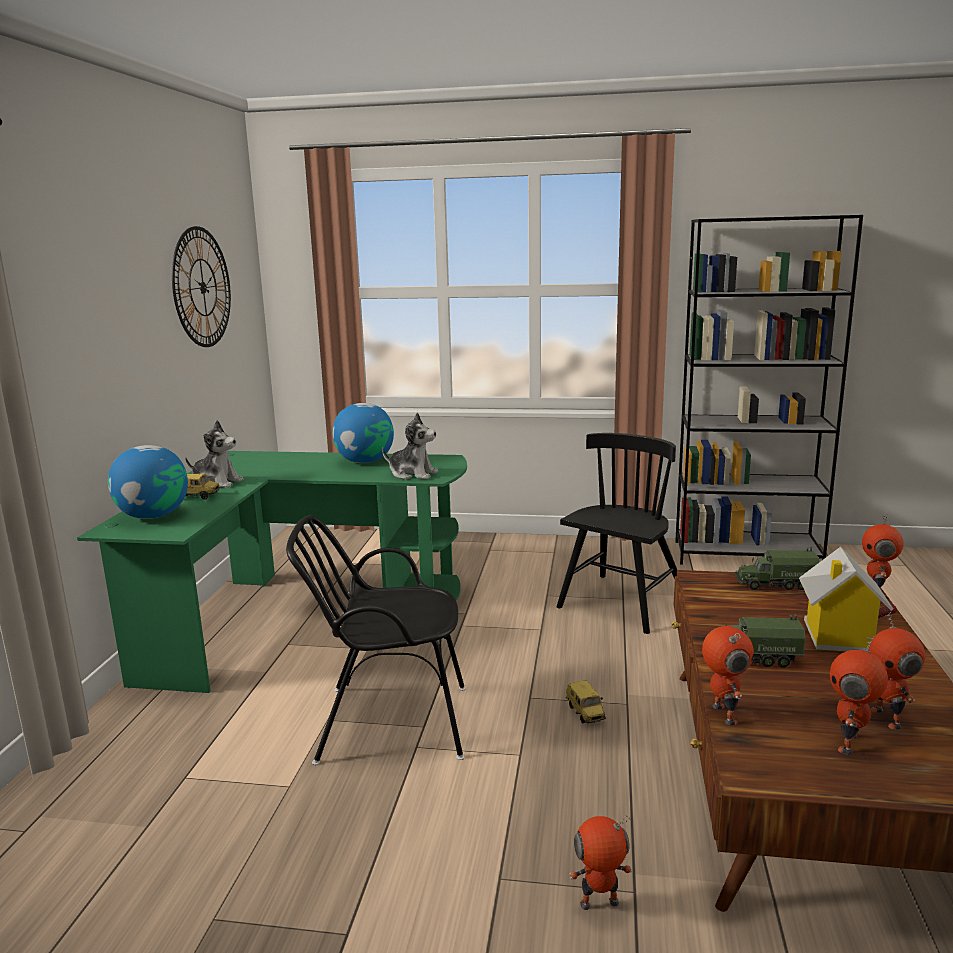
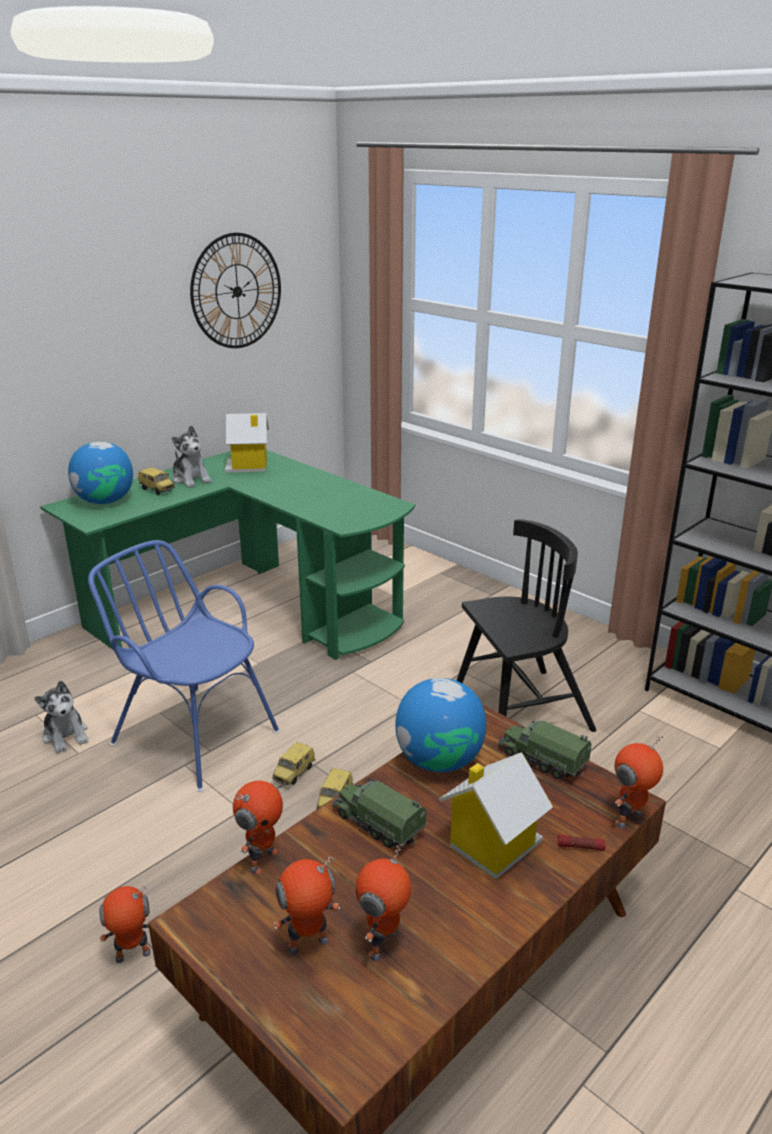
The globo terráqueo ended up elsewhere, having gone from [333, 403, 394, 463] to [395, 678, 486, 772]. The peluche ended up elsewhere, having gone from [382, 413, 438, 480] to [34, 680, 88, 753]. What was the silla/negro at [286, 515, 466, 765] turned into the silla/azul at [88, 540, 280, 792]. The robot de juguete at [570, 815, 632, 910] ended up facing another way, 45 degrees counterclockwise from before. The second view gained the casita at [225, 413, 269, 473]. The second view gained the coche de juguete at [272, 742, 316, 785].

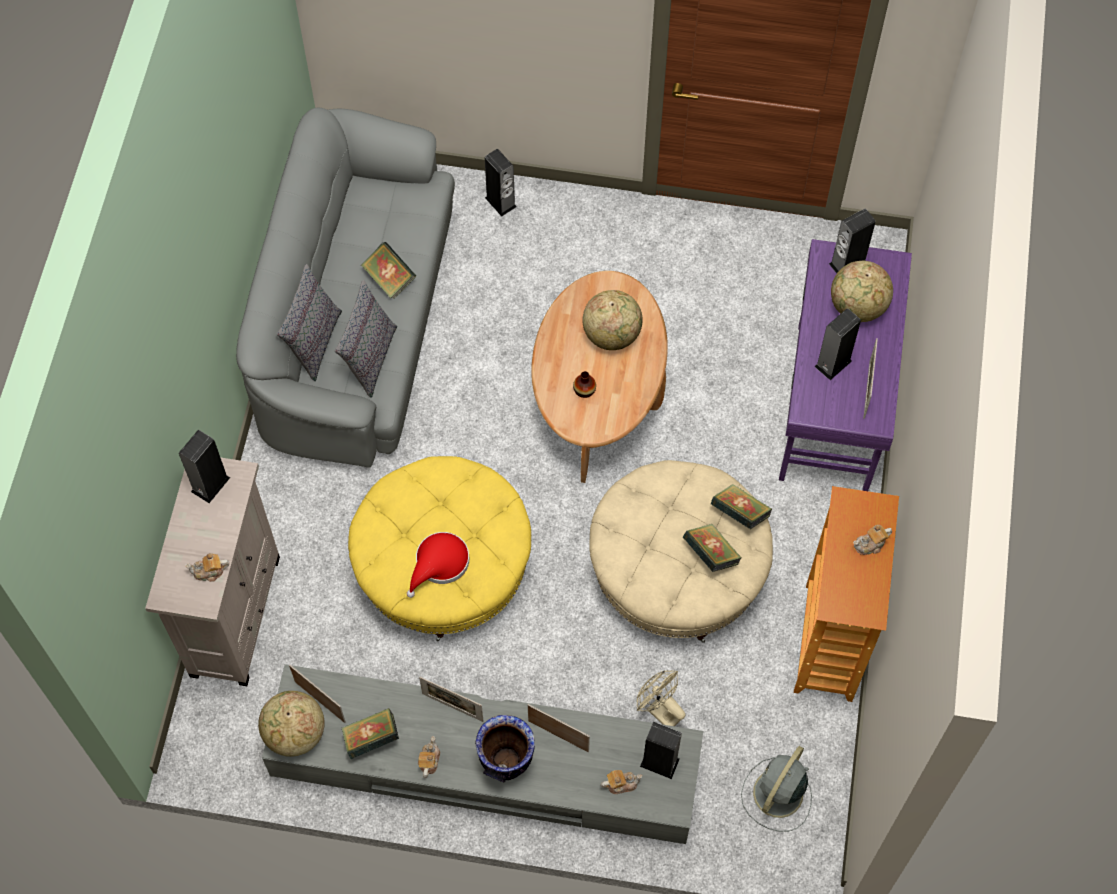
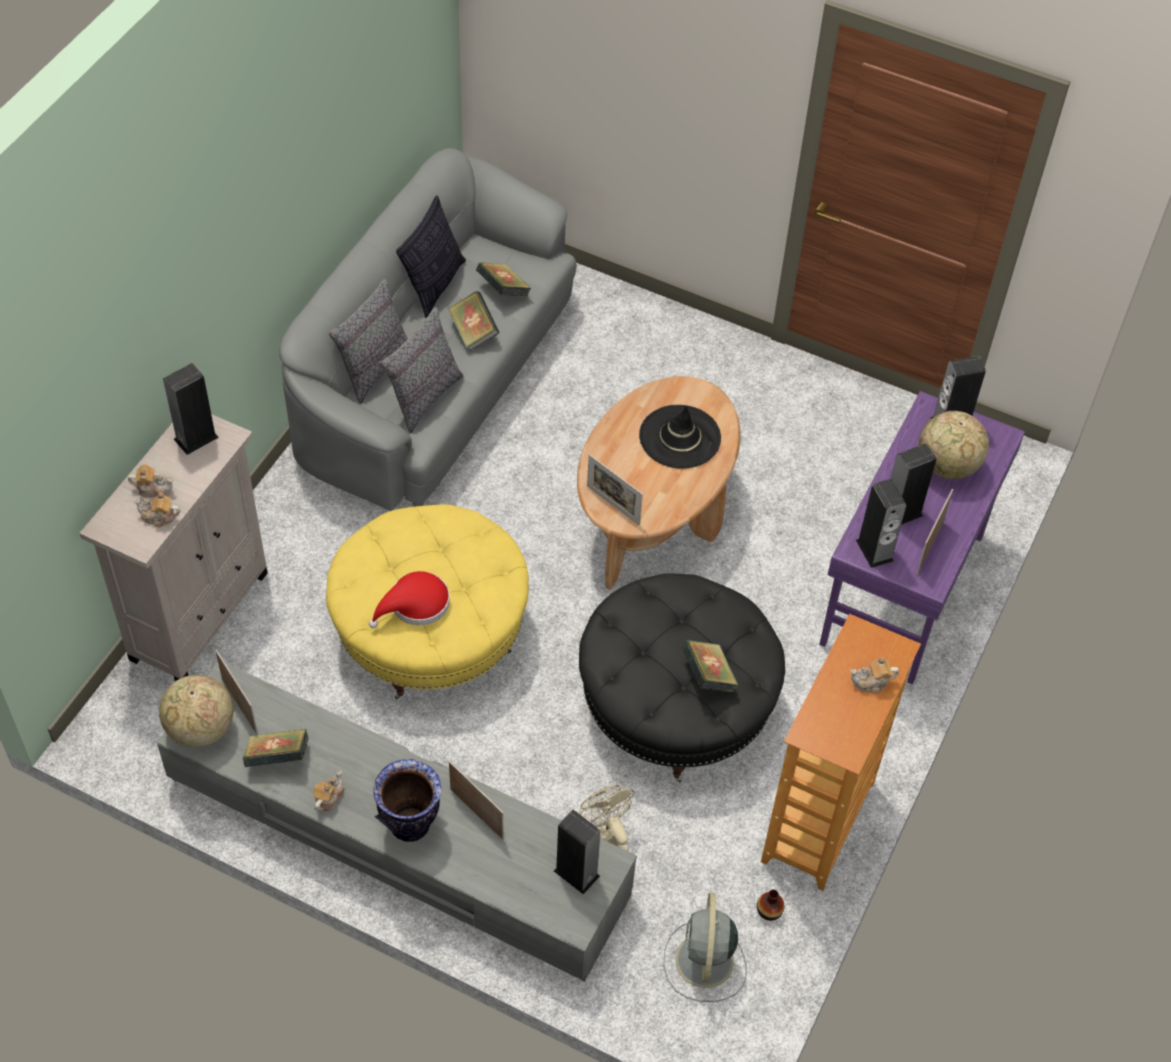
The altavoz ended up elsewhere, having gone from [485, 149, 517, 216] to [856, 479, 906, 568]. Where the globo terráqueo stood at [582, 290, 643, 350], the sombrero/negro came to stand at [639, 405, 721, 469]. The florero ended up elsewhere, having gone from [573, 371, 596, 398] to [757, 889, 785, 921]. What was the puf/beis at [589, 460, 773, 643] turned into the puf/negro at [579, 573, 785, 782]. The libro ended up elsewhere, having gone from [711, 484, 772, 529] to [476, 262, 531, 296]. The portarretratos ended up elsewhere, having gone from [419, 677, 483, 722] to [587, 454, 643, 526]. The ventilador/gris at [741, 746, 812, 832] ended up facing another way, 45 degrees counterclockwise from before. The tetera ended up elsewhere, having gone from [601, 770, 642, 794] to [128, 464, 173, 497]. The second view gained the cojín at [396, 195, 466, 318].

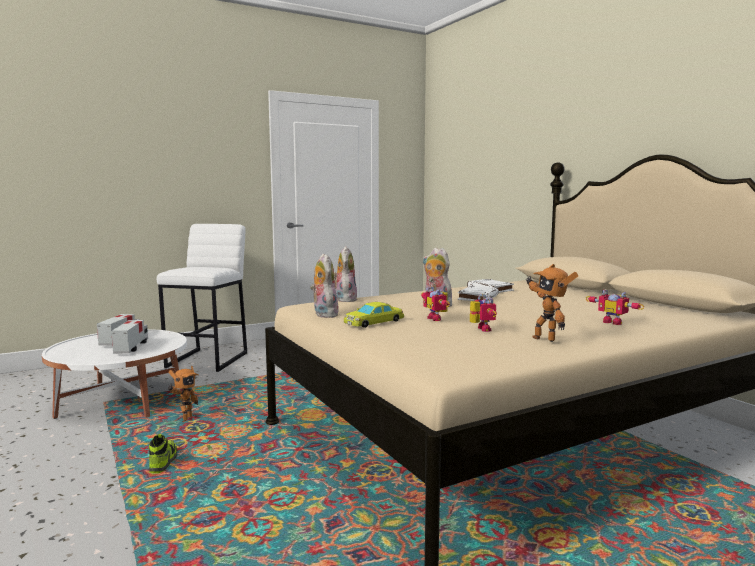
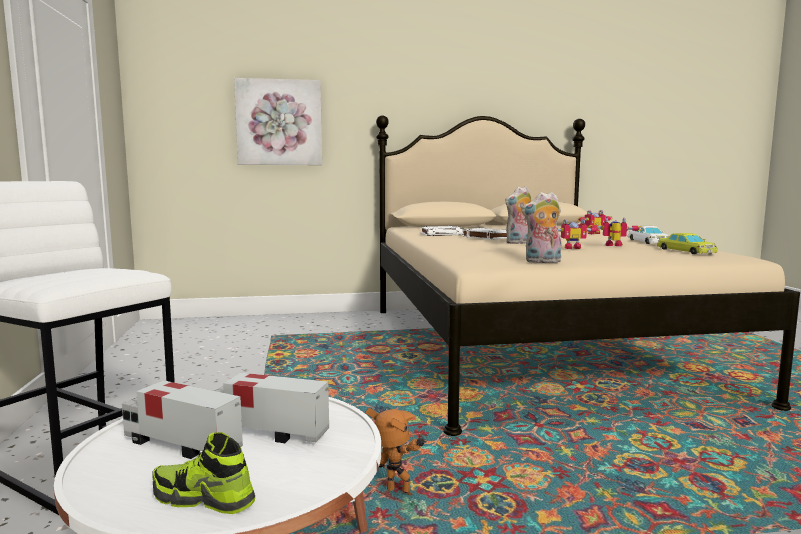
The second view lost the peluche at [334, 246, 357, 302]. Where the robot de juguete stood at [525, 264, 578, 342], the coche de juguete/blanco came to stand at [628, 226, 669, 244]. The coche de juguete/amarillo ended up elsewhere, having gone from [344, 302, 404, 328] to [657, 233, 718, 254]. The zapato ended up elsewhere, having gone from [149, 434, 177, 473] to [152, 432, 255, 514]. The second view gained the cuadro at [234, 78, 322, 165].

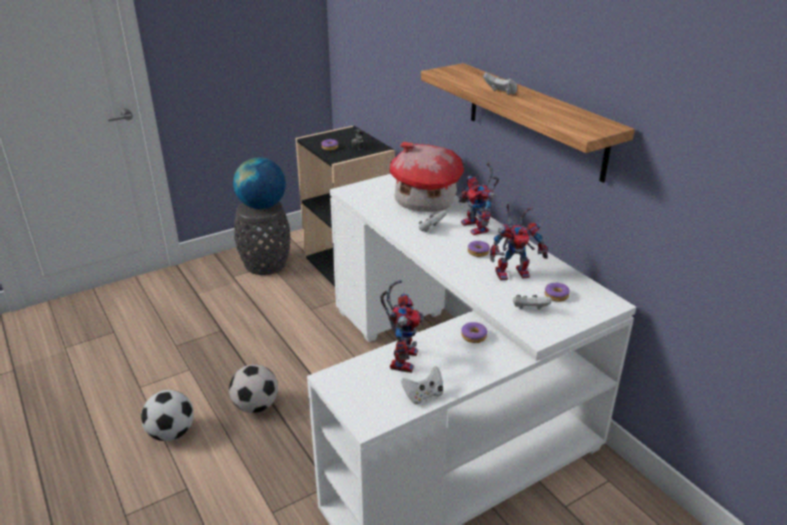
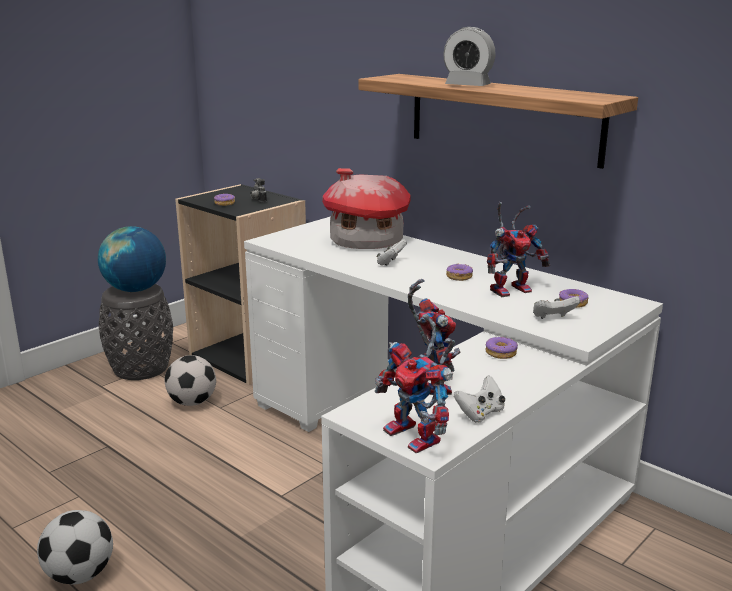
Where the mando de consola/blanco stood at [483, 72, 517, 95], the despertador came to stand at [443, 27, 496, 86]. The robot de juguete ended up elsewhere, having gone from [458, 162, 499, 235] to [375, 314, 455, 453]. The balón de fútbol ended up elsewhere, having gone from [229, 364, 278, 413] to [165, 355, 216, 406].

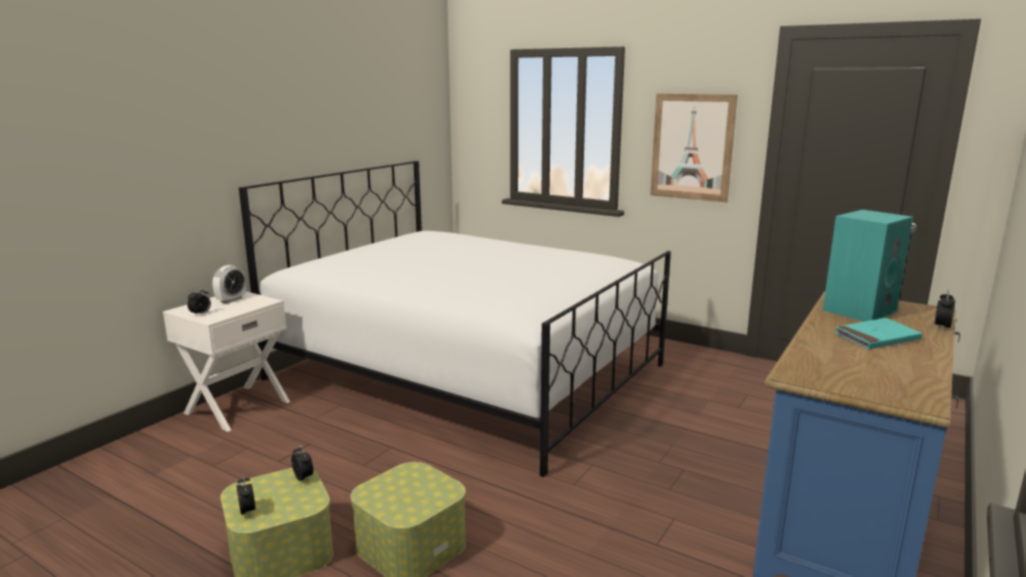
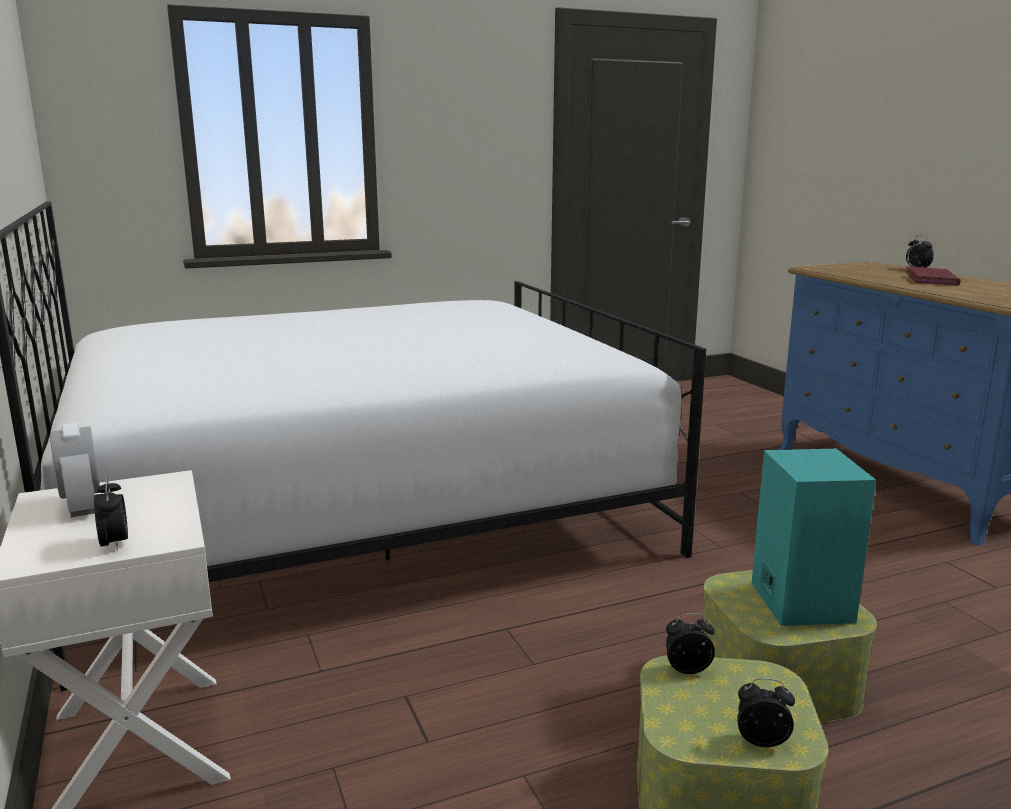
The second view lost the cuadro at [650, 94, 737, 202]. The altavoz/turquesa ended up elsewhere, having gone from [823, 210, 913, 322] to [751, 449, 876, 626]. What was the libro/turquesa at [834, 318, 922, 349] turned into the libro/rojo at [905, 266, 961, 285].

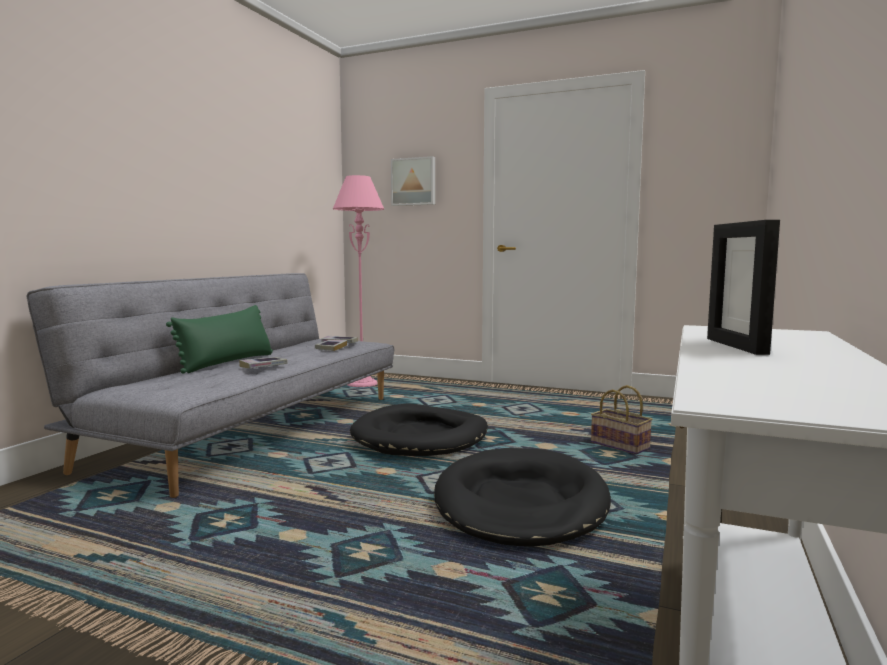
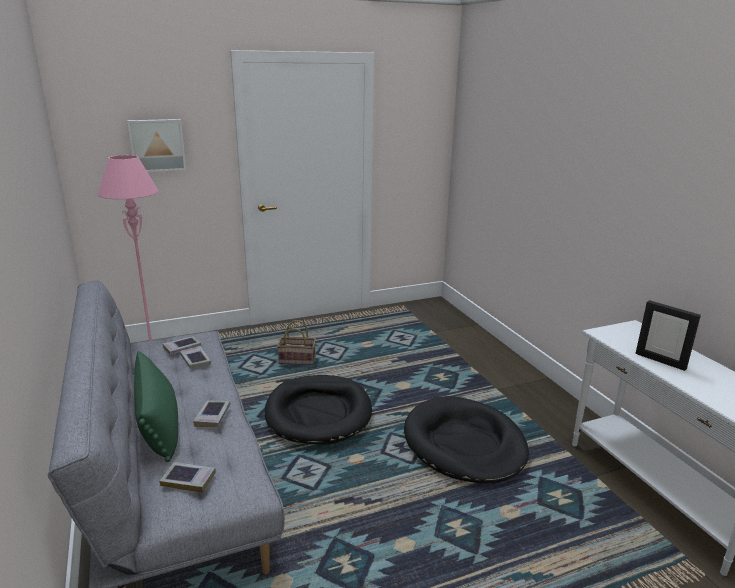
The cesta ended up elsewhere, having gone from [591, 385, 652, 454] to [277, 320, 316, 365]. The second view gained the libro at [159, 462, 216, 493].

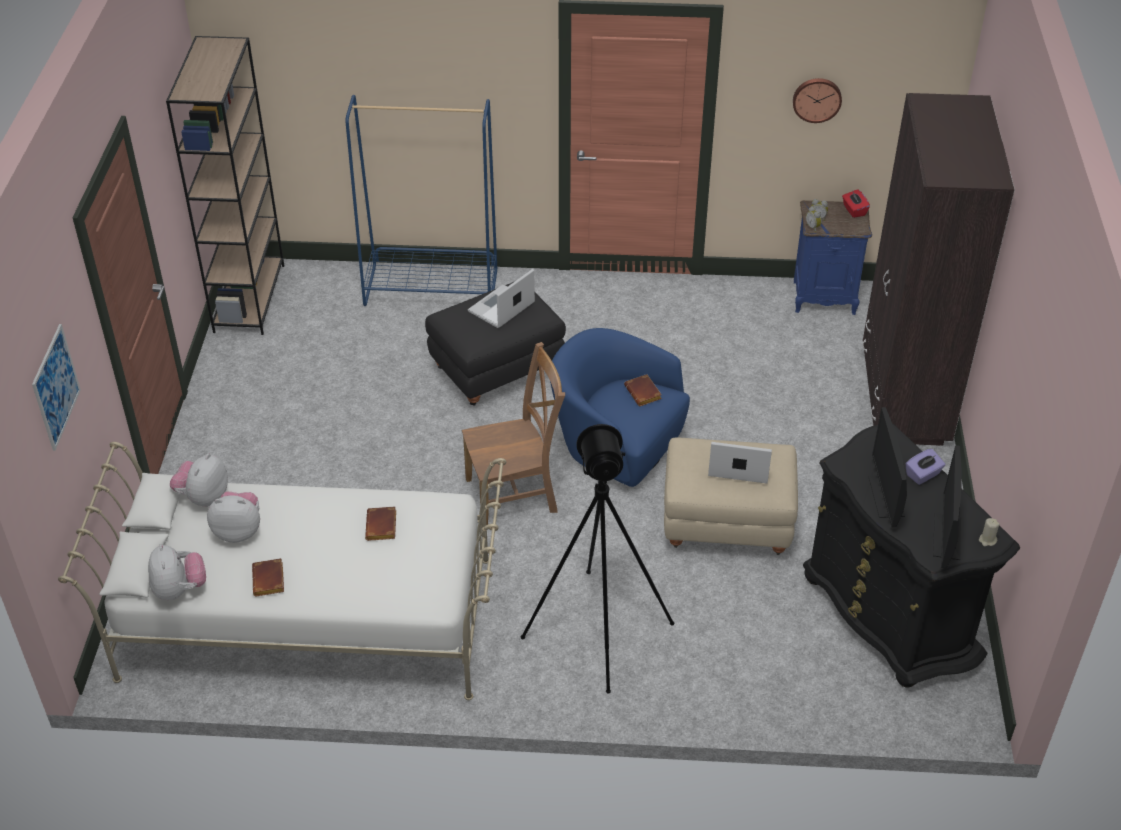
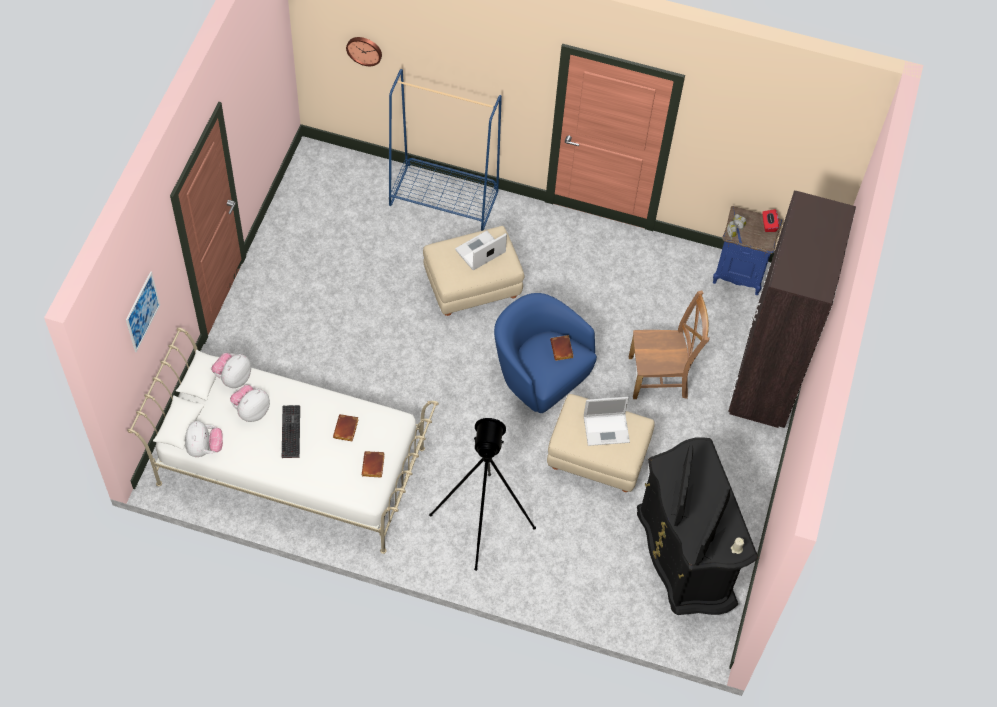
The second view lost the estantería/beis at [166, 36, 284, 335]. The reloj de pared ended up elsewhere, having gone from [793, 78, 842, 123] to [346, 37, 382, 66]. What was the puf/negro at [425, 282, 566, 406] turned into the puf/beis at [423, 226, 524, 316]. The silla/marrón ended up elsewhere, having gone from [462, 342, 565, 525] to [629, 291, 710, 399]. The portátil at [708, 442, 772, 484] ended up facing another way, 150 degrees clockwise from before. The second view lost the caja de pañuelos/morado at [906, 449, 945, 485]. The peluche at [207, 492, 260, 543] ended up facing another way, 60 degrees counterclockwise from before. The libro/marrón ended up elsewhere, having gone from [252, 558, 284, 596] to [362, 451, 385, 478]. The second view gained the teclado at [282, 405, 300, 458].

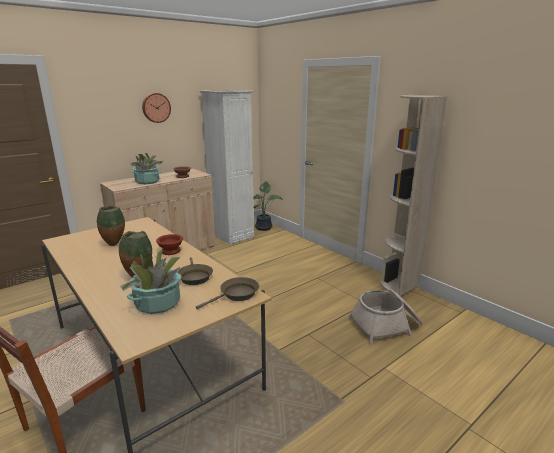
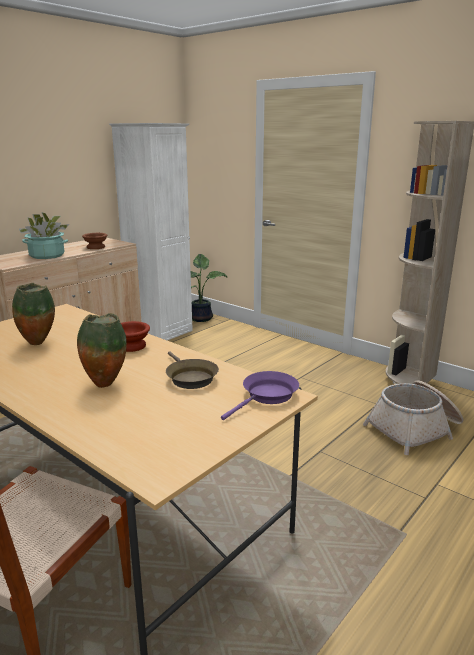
The second view lost the reloj de pared at [142, 93, 171, 123]. The second view lost the planta en maceta at [120, 249, 182, 314]. What was the sartén/marrón at [196, 277, 259, 309] turned into the sartén/morado at [221, 371, 299, 420].

